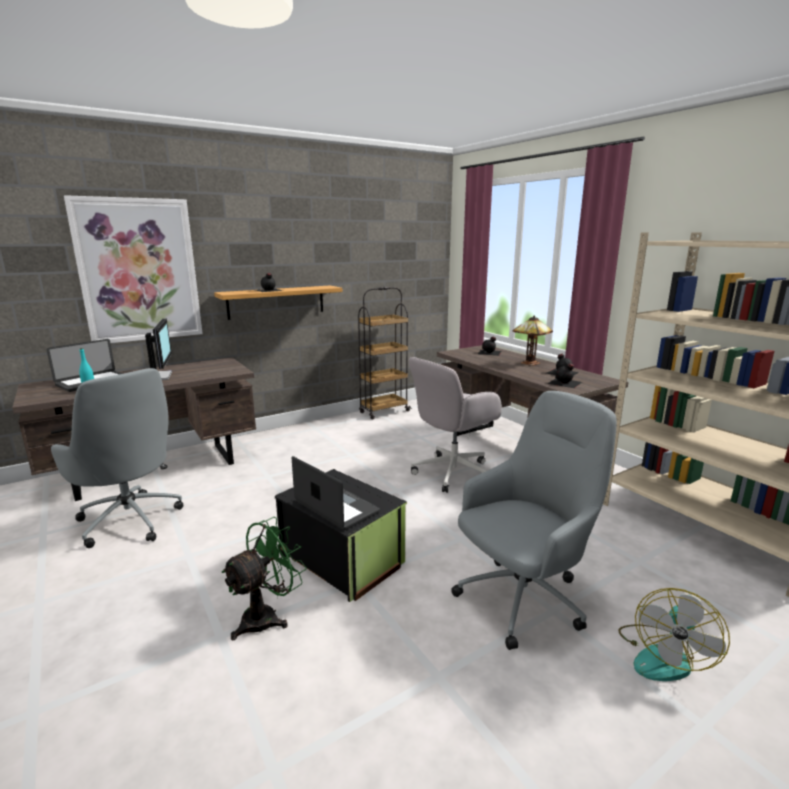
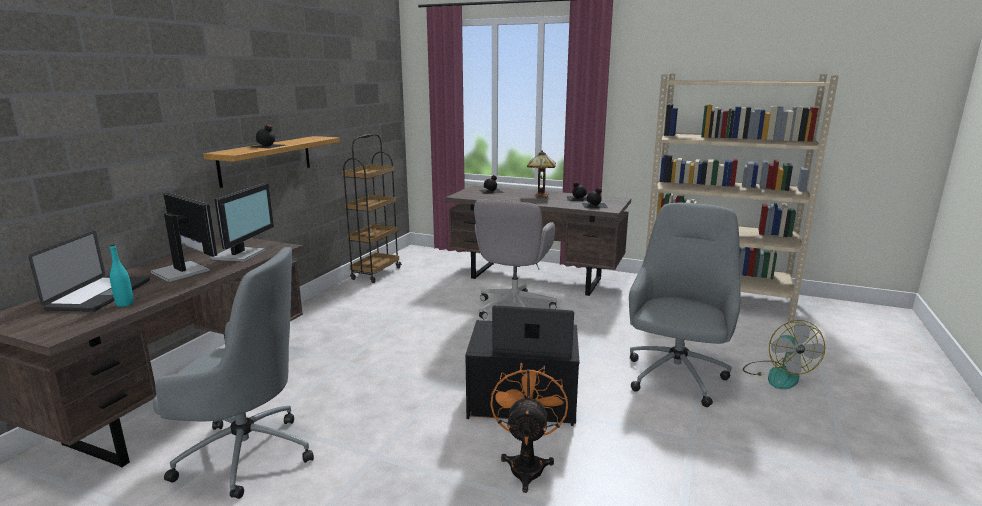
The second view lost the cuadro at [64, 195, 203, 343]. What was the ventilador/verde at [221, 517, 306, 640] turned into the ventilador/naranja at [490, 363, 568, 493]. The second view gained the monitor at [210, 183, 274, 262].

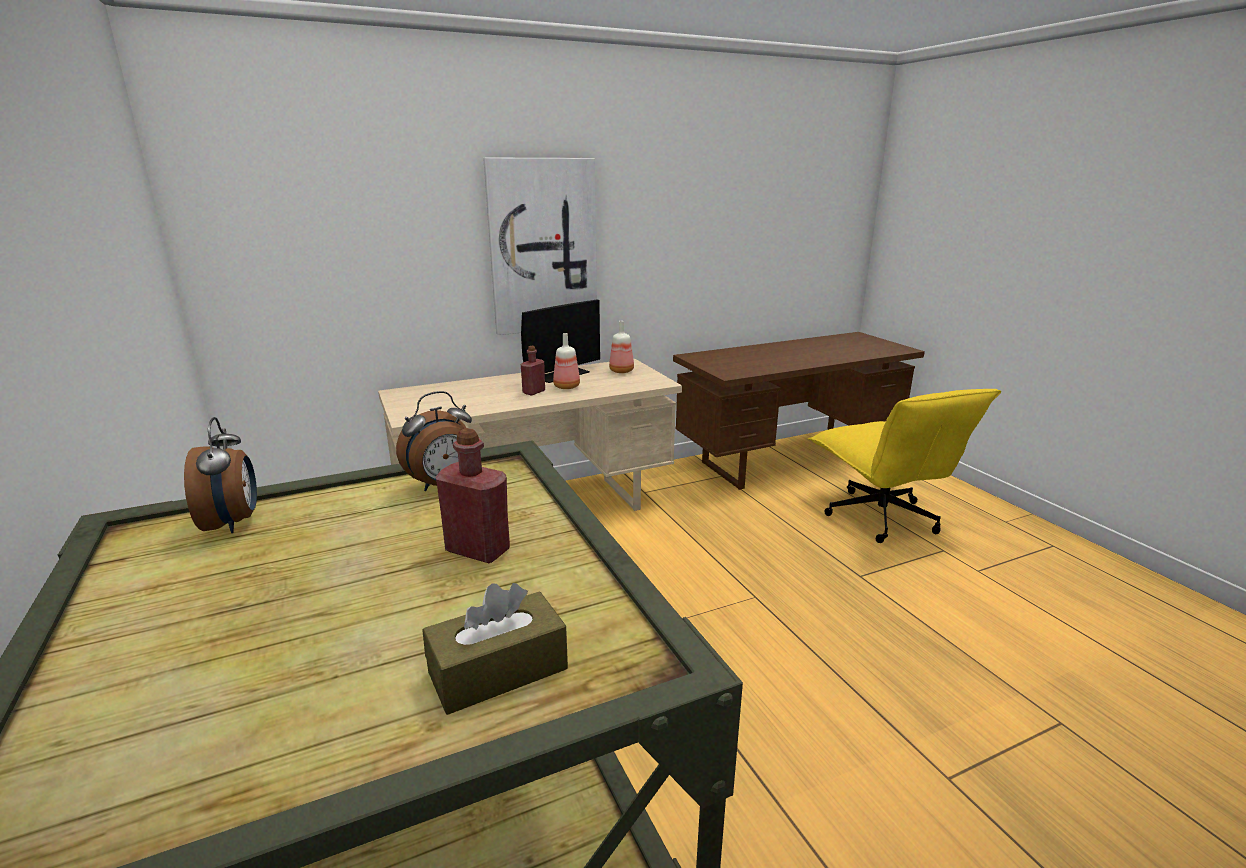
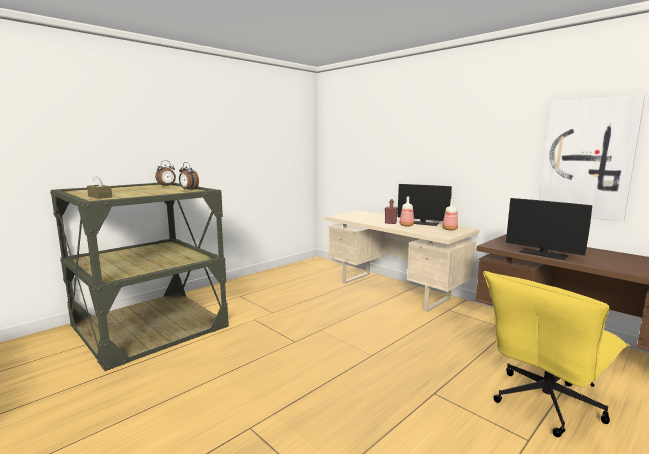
The cuadro ended up elsewhere, having gone from [483, 158, 597, 335] to [539, 95, 645, 222]. The second view lost the botella/rojo at [436, 428, 510, 563]. The second view gained the monitor at [506, 198, 592, 260].

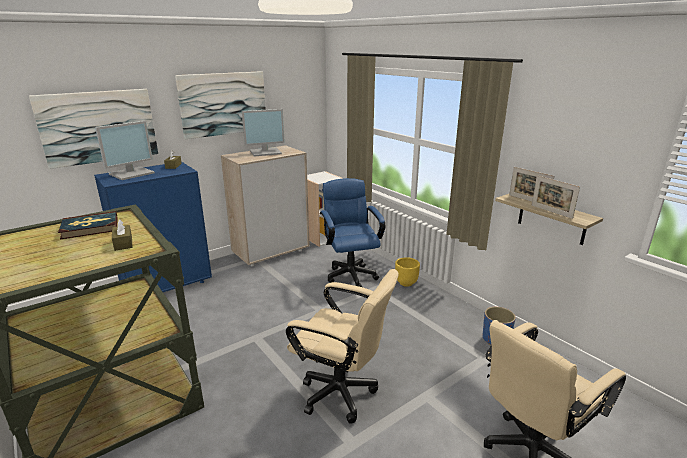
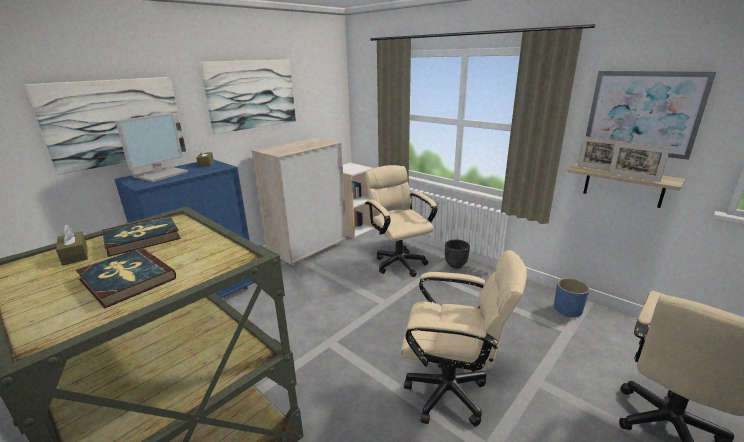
The second view lost the monitor at [242, 109, 285, 157]. What was the silla de oficina/azul at [320, 178, 385, 287] turned into the silla de oficina/beis at [365, 165, 437, 277]. The caja de pañuelos/marrón ended up elsewhere, having gone from [112, 219, 132, 251] to [56, 225, 88, 266]. What was the maceta/amarillo at [395, 257, 420, 287] turned into the maceta/negro at [445, 240, 470, 268]. The second view gained the cuadro at [586, 71, 716, 160]. The second view gained the libro at [76, 248, 176, 309].

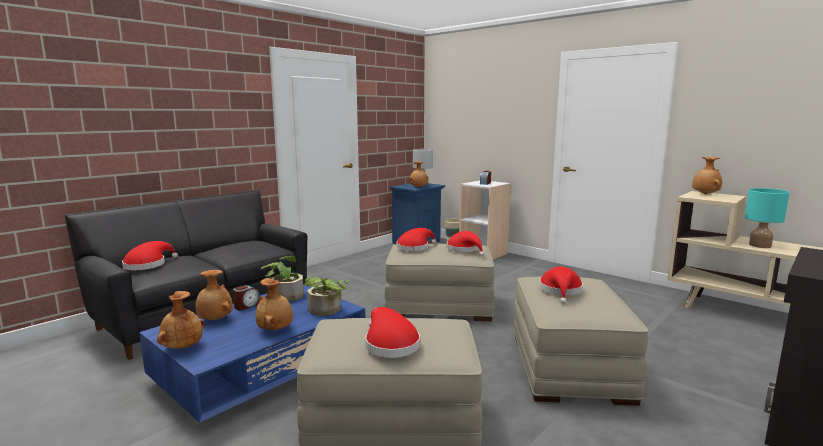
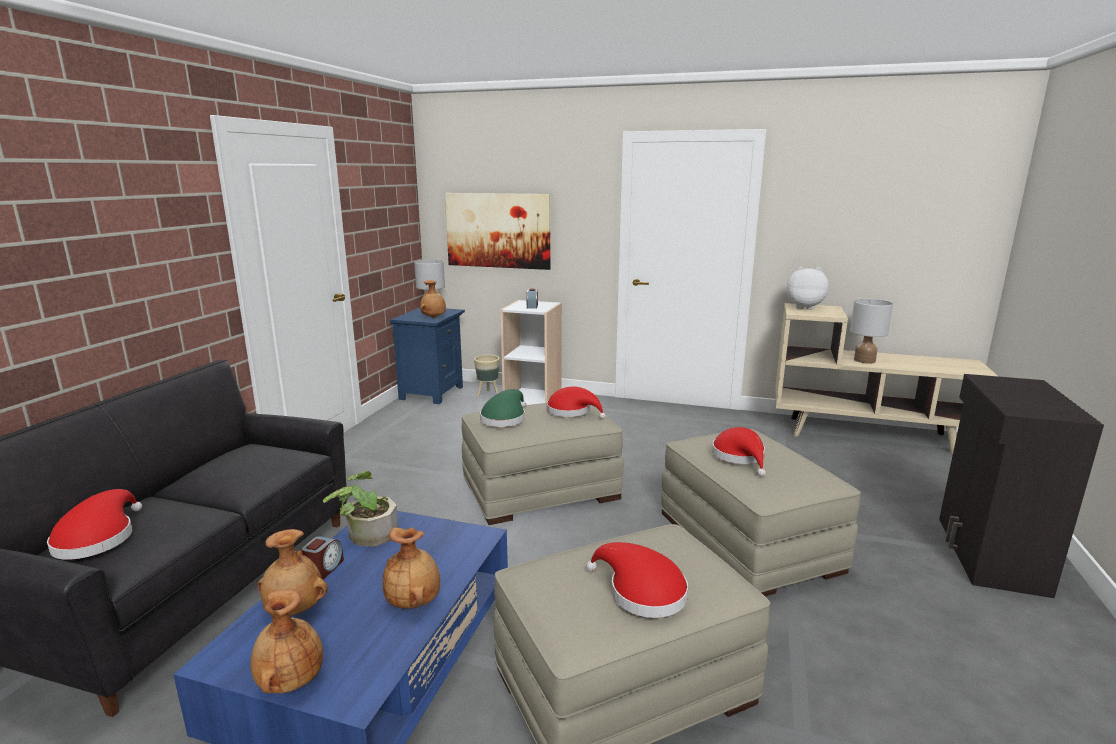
Where the florero/marrón stood at [692, 157, 722, 194], the peluche came to stand at [786, 266, 829, 309]. What was the lámpara de mesa/turquesa at [745, 188, 789, 248] turned into the lámpara de mesa/gris at [850, 299, 893, 364]. What was the sombrero/rojo at [396, 228, 437, 251] turned into the sombrero/verde at [480, 389, 526, 427]. The second view lost the planta en maceta at [304, 277, 349, 316]. The second view gained the cuadro at [445, 193, 551, 270].

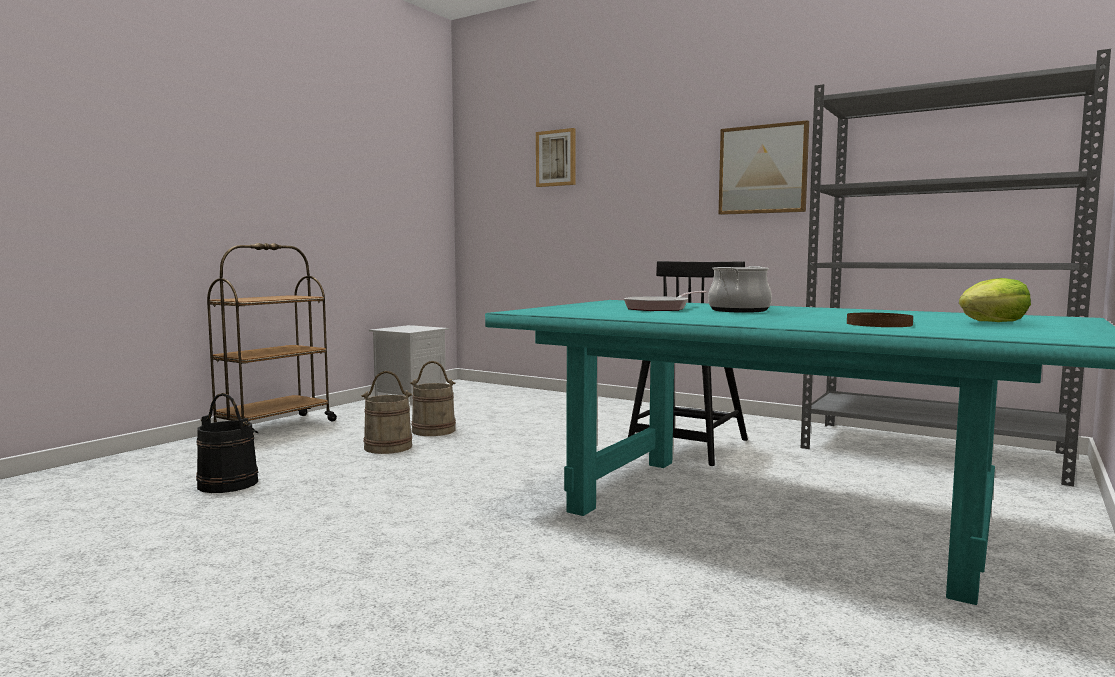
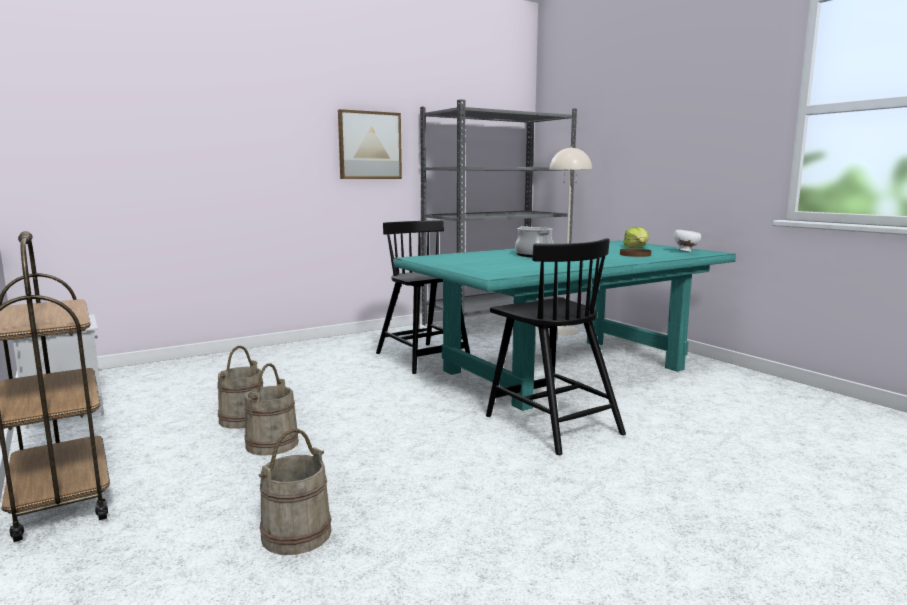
The second view lost the cuadro at [536, 128, 576, 187]. The second view lost the sartén at [624, 291, 707, 311]. What was the cubo/negro at [196, 393, 258, 493] turned into the cubo/beis at [259, 429, 331, 555]. The second view gained the lámpara de pie/beis at [549, 147, 592, 335]. The second view gained the cuenco/blanco at [674, 229, 701, 252]. The second view gained the silla/negro at [486, 238, 626, 455].

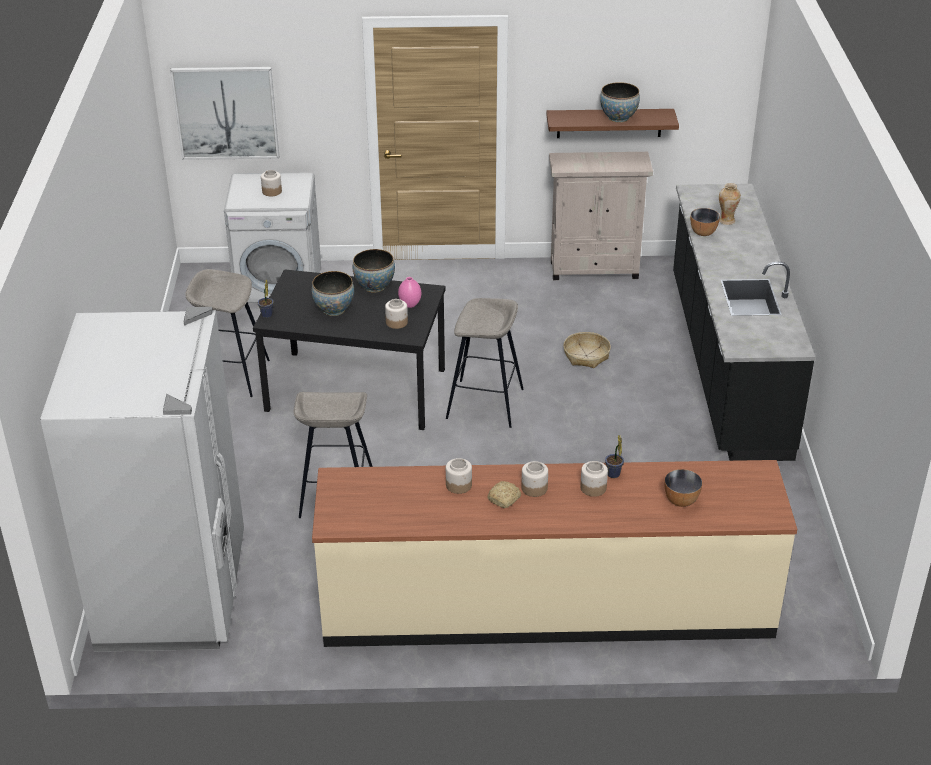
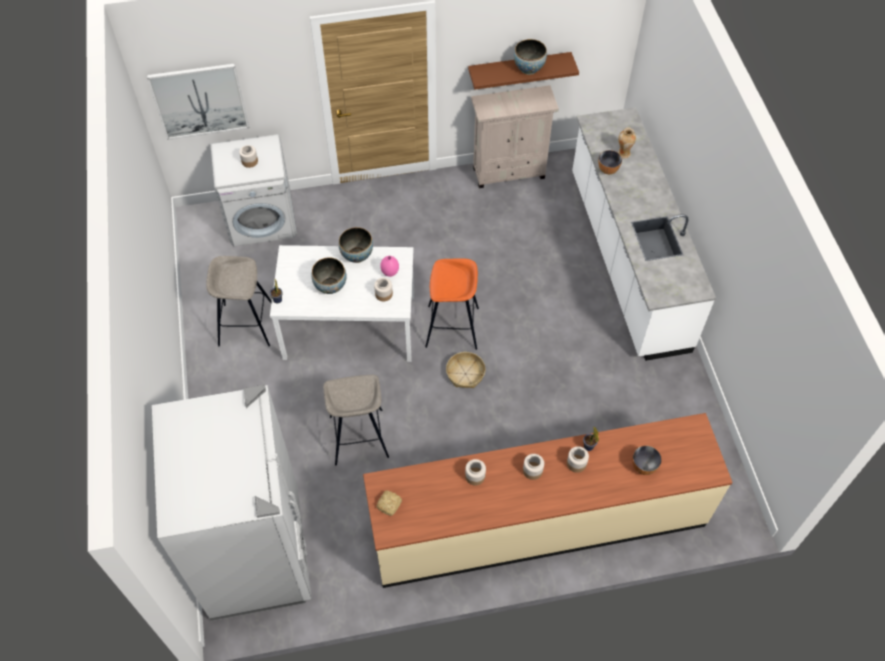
What was the mueble bajo de cocina/negro at [673, 184, 815, 461] turned into the mueble bajo de cocina/blanco at [572, 107, 716, 361]. What was the mesa de comedor/negro at [253, 269, 445, 430] turned into the mesa de comedor/blanco at [270, 245, 414, 362]. What was the taburete/gris at [446, 298, 524, 428] turned into the taburete/naranja at [425, 259, 479, 350]. The cesta ended up elsewhere, having gone from [563, 332, 611, 368] to [446, 352, 486, 388]. The pan ended up elsewhere, having gone from [487, 481, 521, 508] to [376, 490, 402, 516].

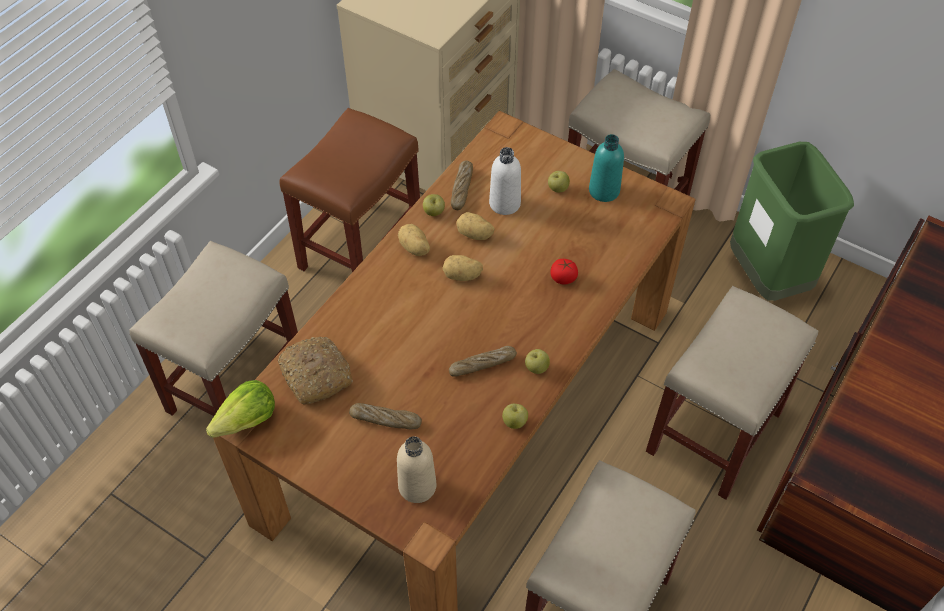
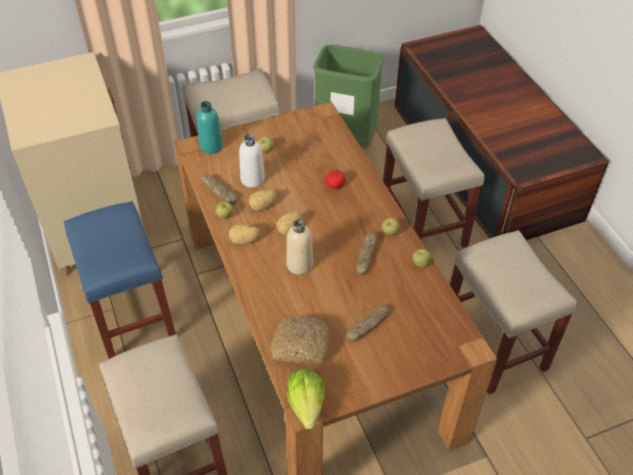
What was the taburete/marrón at [280, 108, 420, 272] turned into the taburete/azul at [64, 201, 176, 359]. The botella/turquesa ended up elsewhere, having gone from [589, 134, 624, 202] to [197, 101, 223, 154]. The botella/beis ended up elsewhere, having gone from [397, 436, 436, 503] to [286, 219, 313, 275].

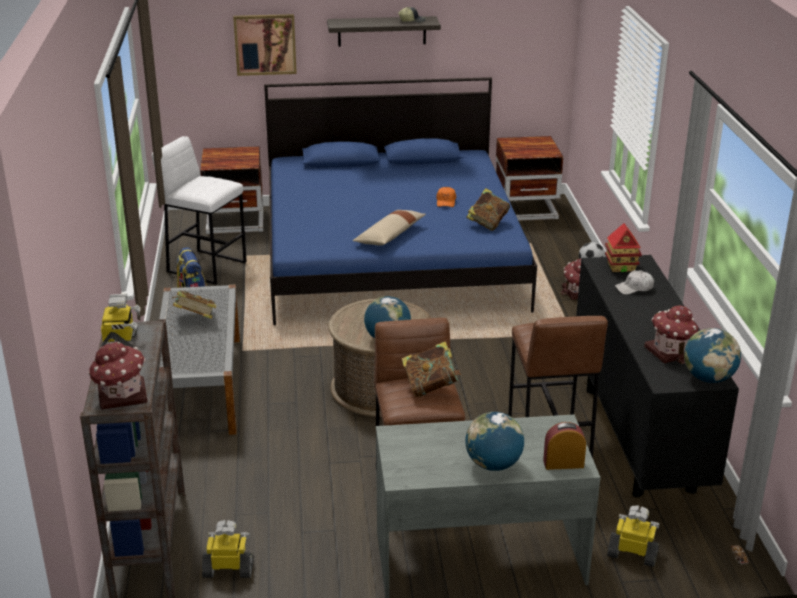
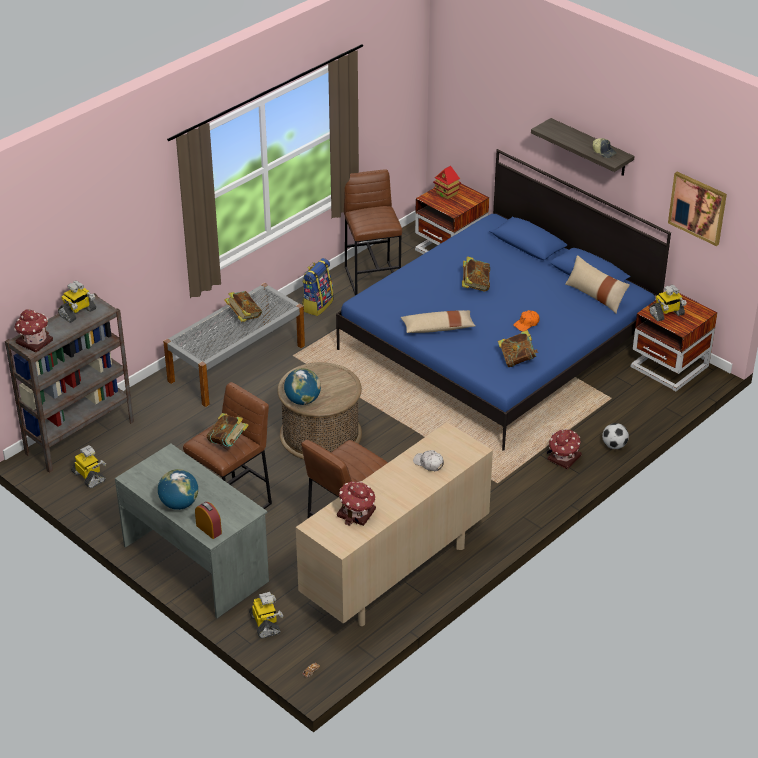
The cuadro ended up elsewhere, having gone from [233, 14, 297, 76] to [668, 172, 727, 246]. What was the taburete/blanco at [152, 136, 246, 285] turned into the taburete/marrón at [344, 169, 402, 295]. The casita ended up elsewhere, having gone from [605, 223, 642, 272] to [433, 166, 461, 199]. What was the cómoda/negro at [576, 255, 739, 498] turned into the cómoda/beis at [296, 422, 493, 626]. The second view lost the globo terráqueo at [684, 328, 741, 383]. The second view gained the cojín/beis at [565, 255, 630, 314]. The second view gained the libro at [462, 256, 490, 292]. The second view gained the robot de juguete at [649, 285, 687, 321].

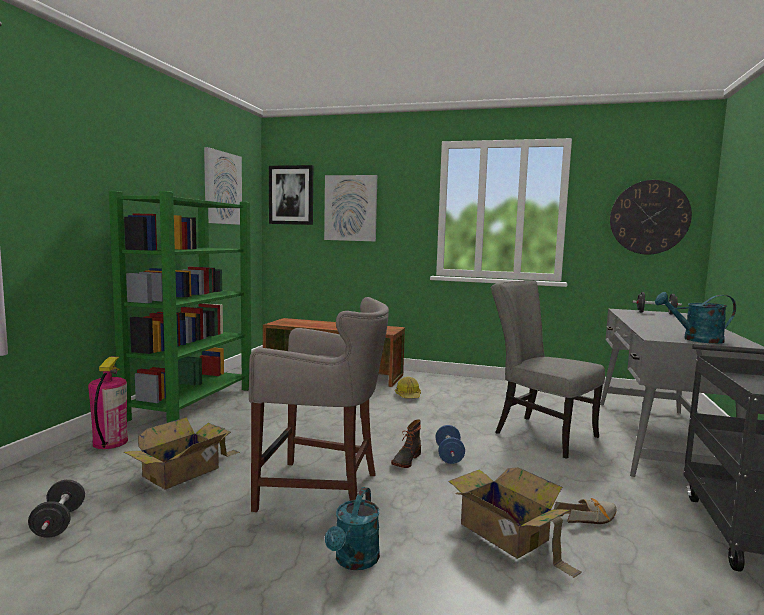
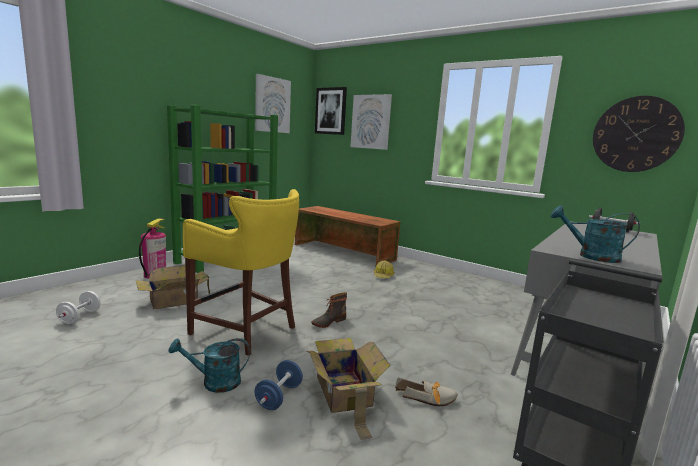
The second view lost the silla/gris at [491, 280, 605, 459]. What was the taburete/gris at [249, 297, 389, 512] turned into the taburete/amarillo at [183, 189, 299, 356]. The mancuerna/azul ended up elsewhere, having gone from [436, 425, 465, 464] to [254, 360, 303, 410]. What was the mancuerna/negro at [28, 480, 85, 538] turned into the mancuerna/blanco at [56, 291, 101, 324]. The regadera/turquesa at [325, 487, 380, 570] ended up facing another way, 45 degrees clockwise from before.

